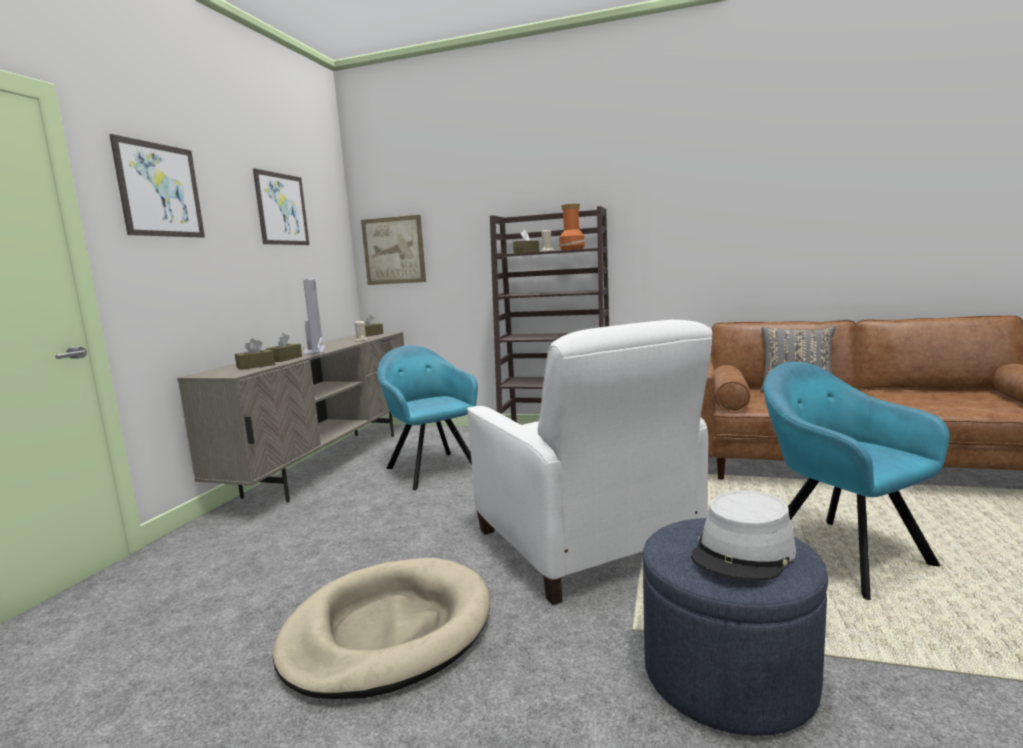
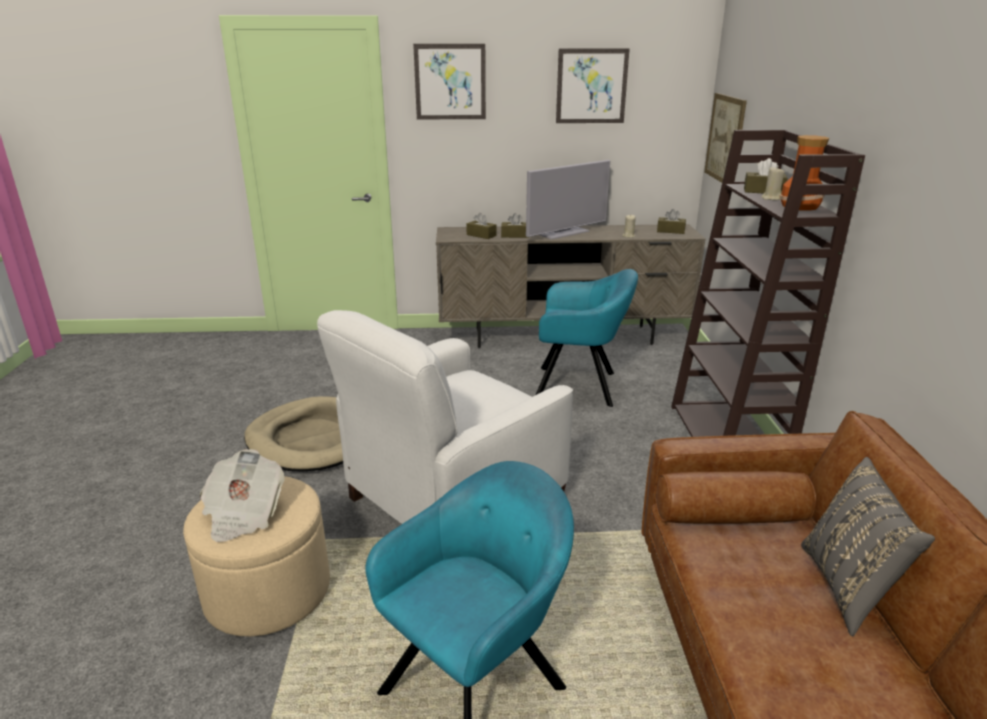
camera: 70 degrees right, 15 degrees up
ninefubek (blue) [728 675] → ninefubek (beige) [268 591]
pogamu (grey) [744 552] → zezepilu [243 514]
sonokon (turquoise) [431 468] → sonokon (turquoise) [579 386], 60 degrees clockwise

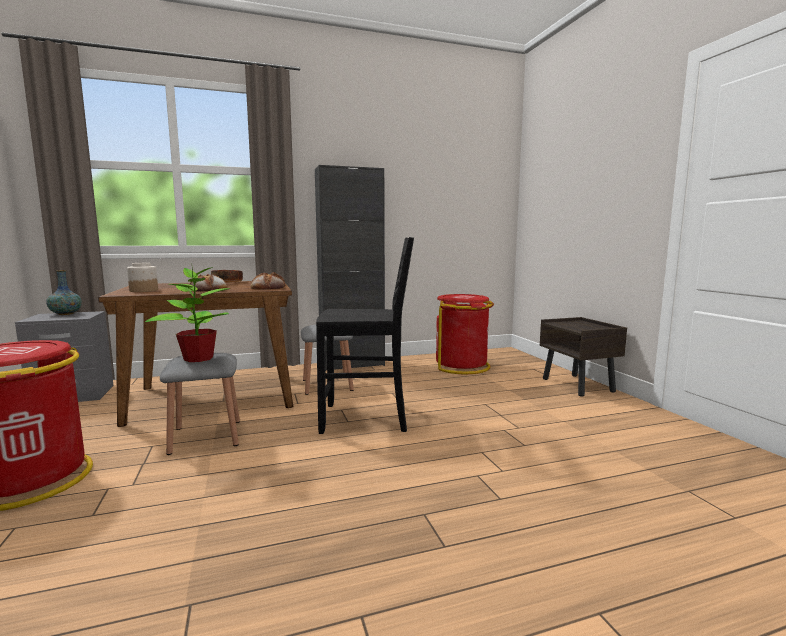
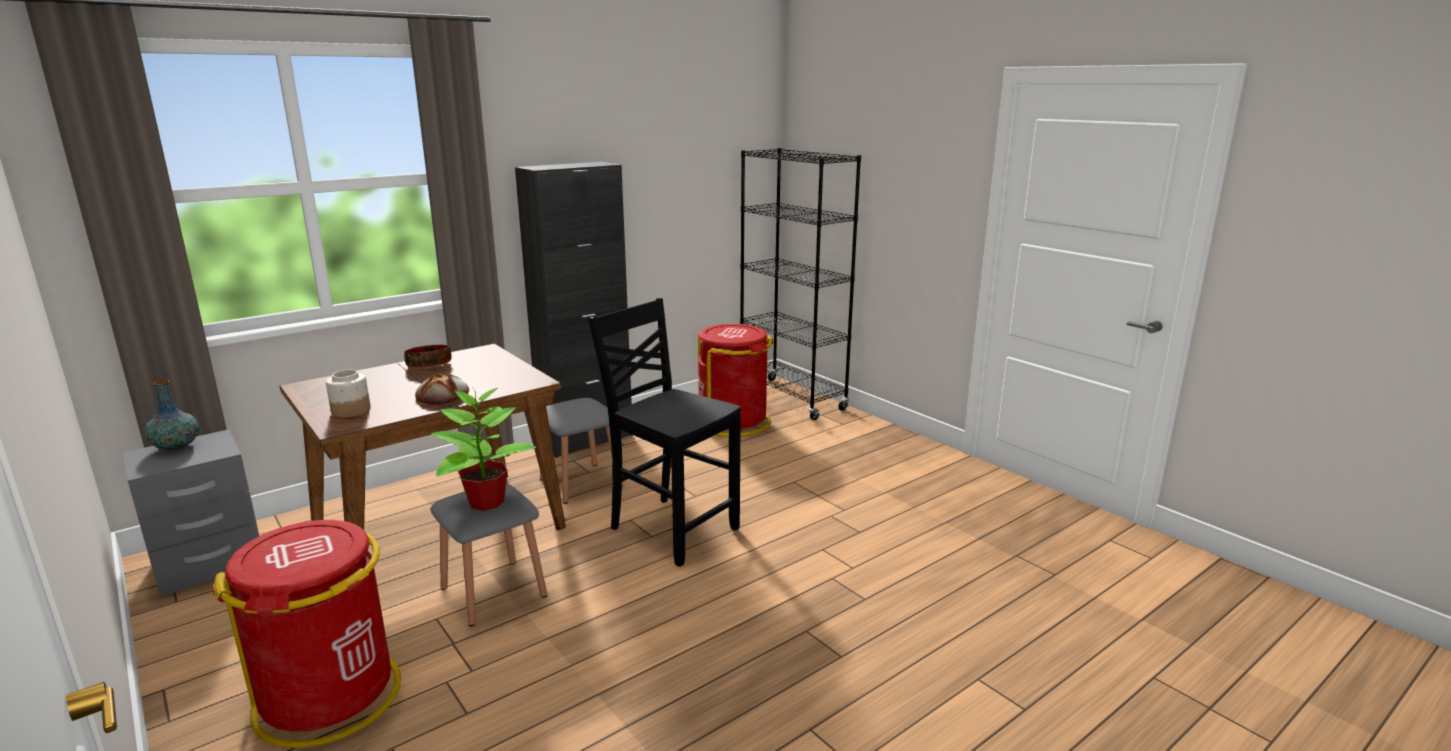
camera: 20 degrees left, 10 degrees up
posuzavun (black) [366 419] → posuzavun (black) [671 528], 120 degrees counterclockwise
- → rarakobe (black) [792 399]
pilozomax [268 287] → -
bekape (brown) [578 385] → -

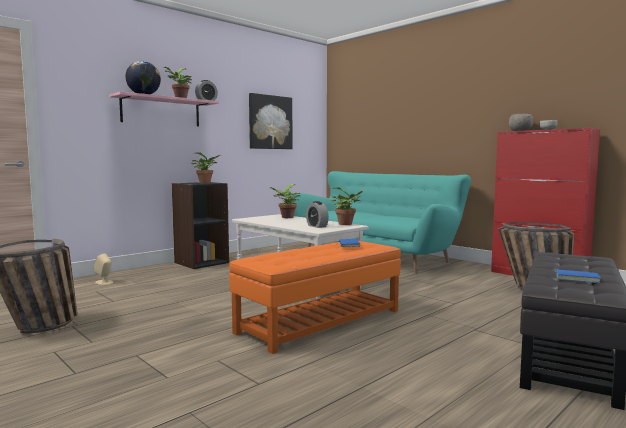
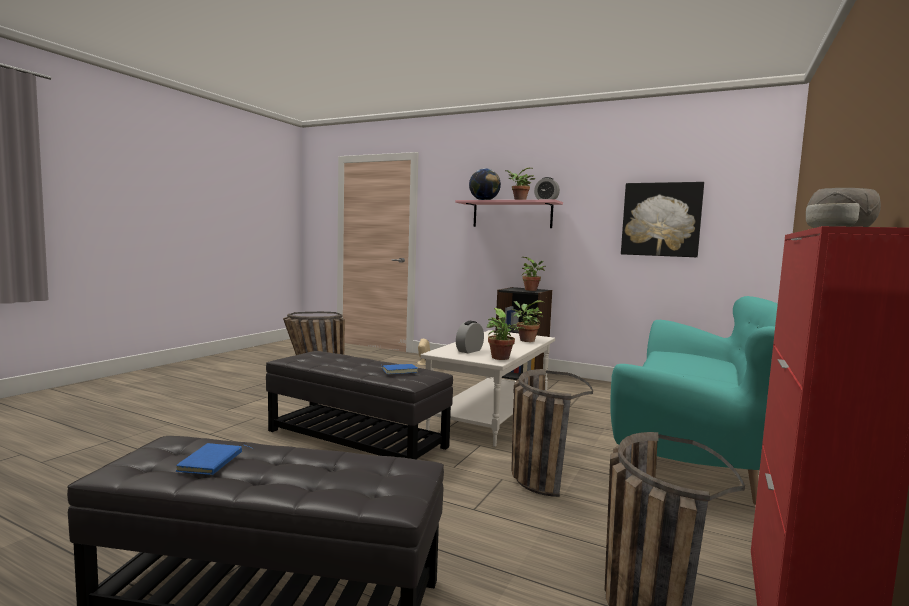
camera: 70 degrees right, 0 degrees up
ninefubek (orange) [320 321] → ninefubek (black) [357 438]
- → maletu [535 474]

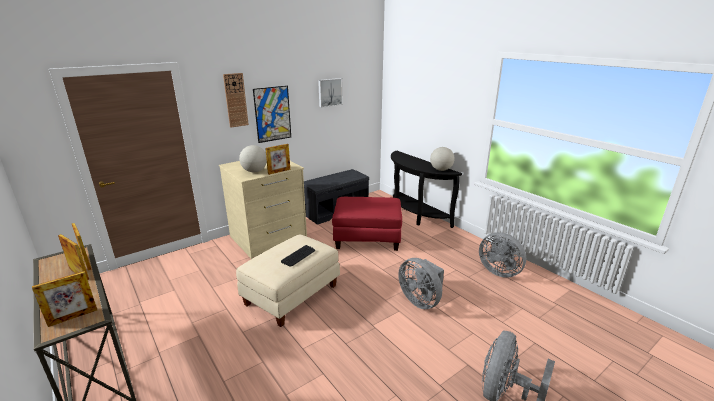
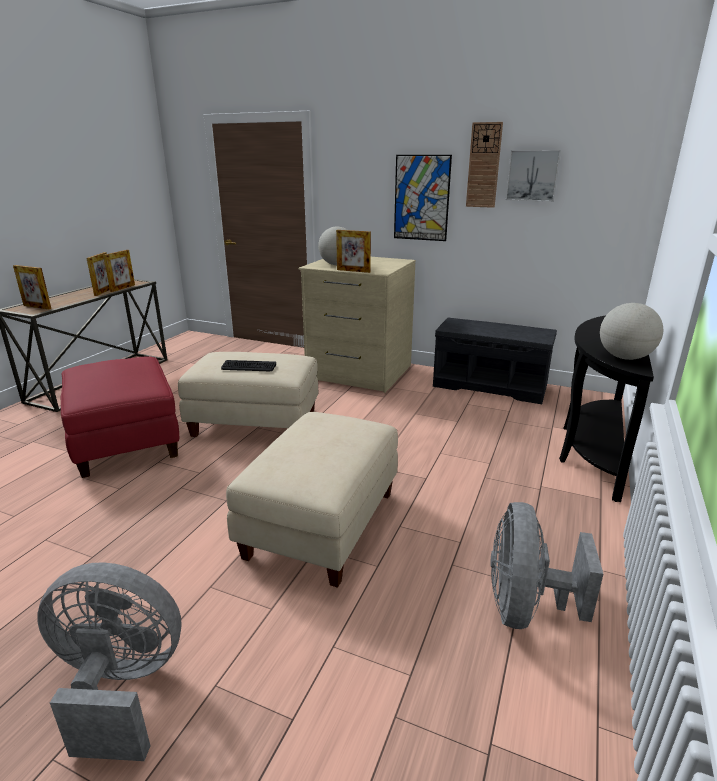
camera: 60 degrees right, 0 degrees up
ninefubek (red) [366 239] → ninefubek (red) [125 441], moved
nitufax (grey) [421 300] → ninefubek (beige) [323 524]
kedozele [235 100] → kedozele [484 165], moved

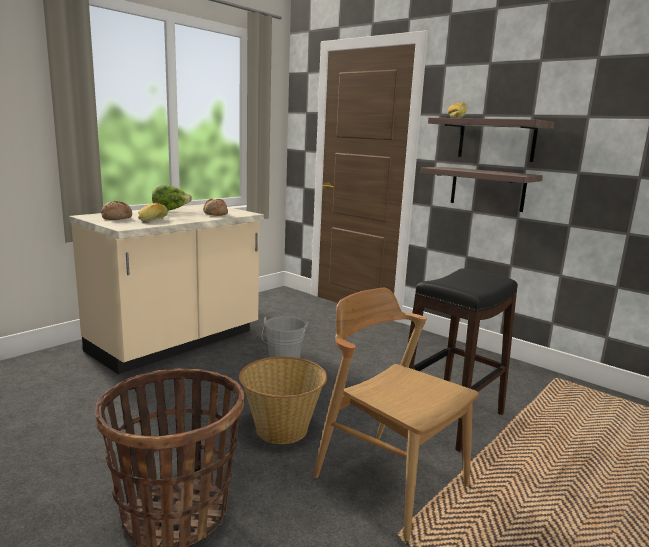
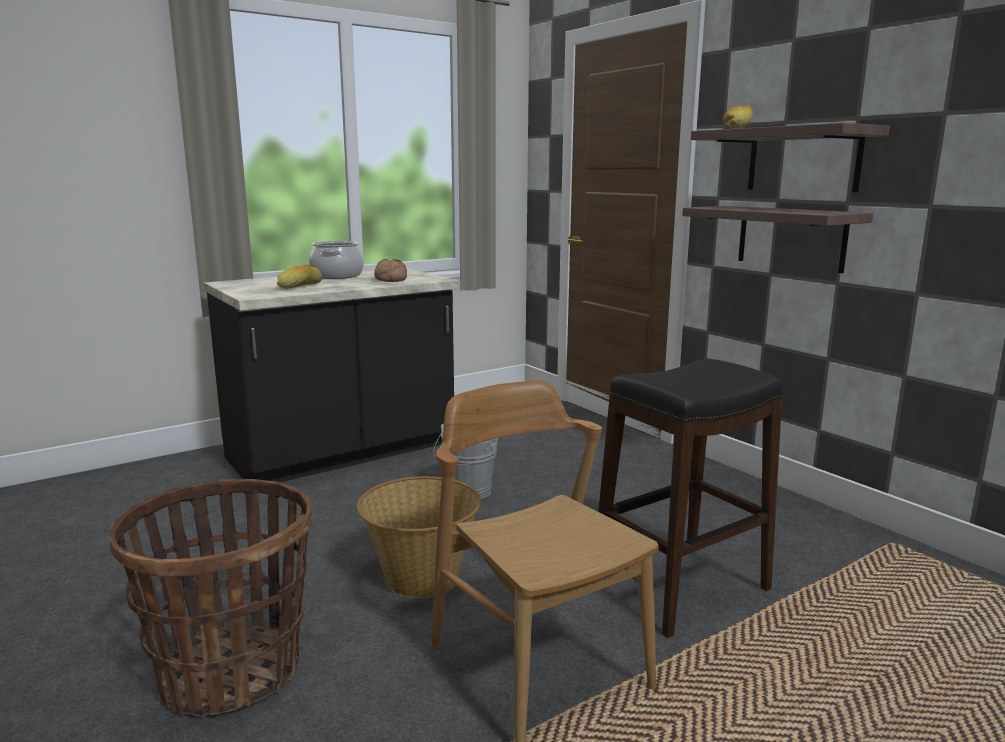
camera: 15 degrees right, 0 degrees up
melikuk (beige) [176 342] → melikuk (black) [342 454]
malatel [170 210] → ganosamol [336 276]
pilozomax [116 218] → -

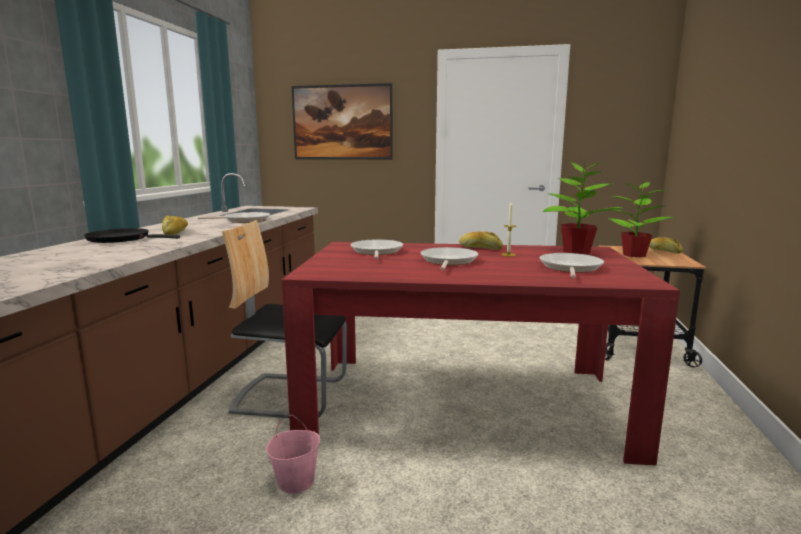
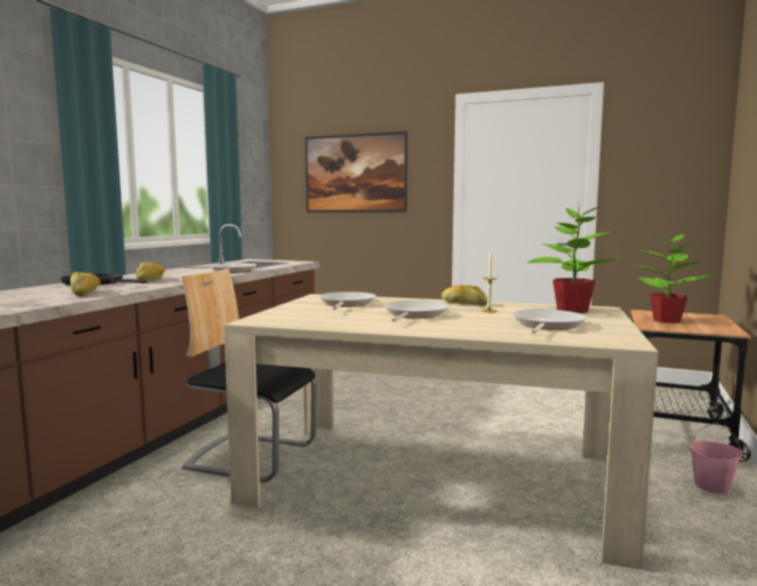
camera: 10 degrees right, 5 degrees down
pilozomax [664 251] → pilozomax [86 293], moved
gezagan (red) [464 403] → gezagan (beige) [435 480]
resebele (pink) [296 481] → resebele (pink) [712 486], moved

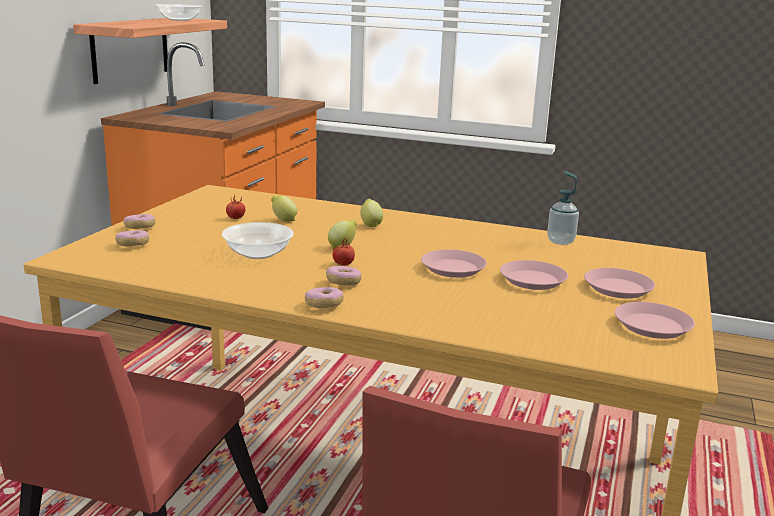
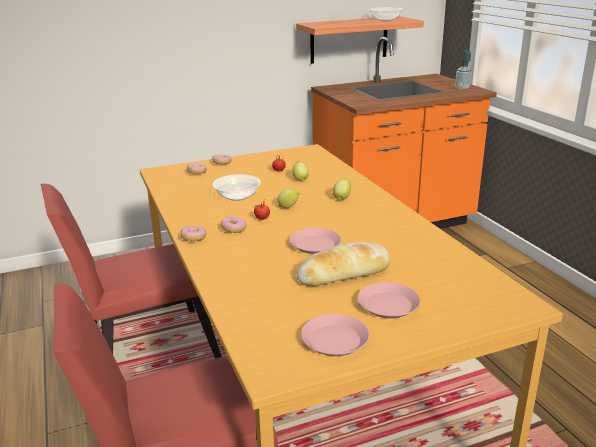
camera: 50 degrees right, 5 degrees up
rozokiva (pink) [533 280] → pilozomax [344 273]
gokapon [560 241] → gokapon [462 88], moved

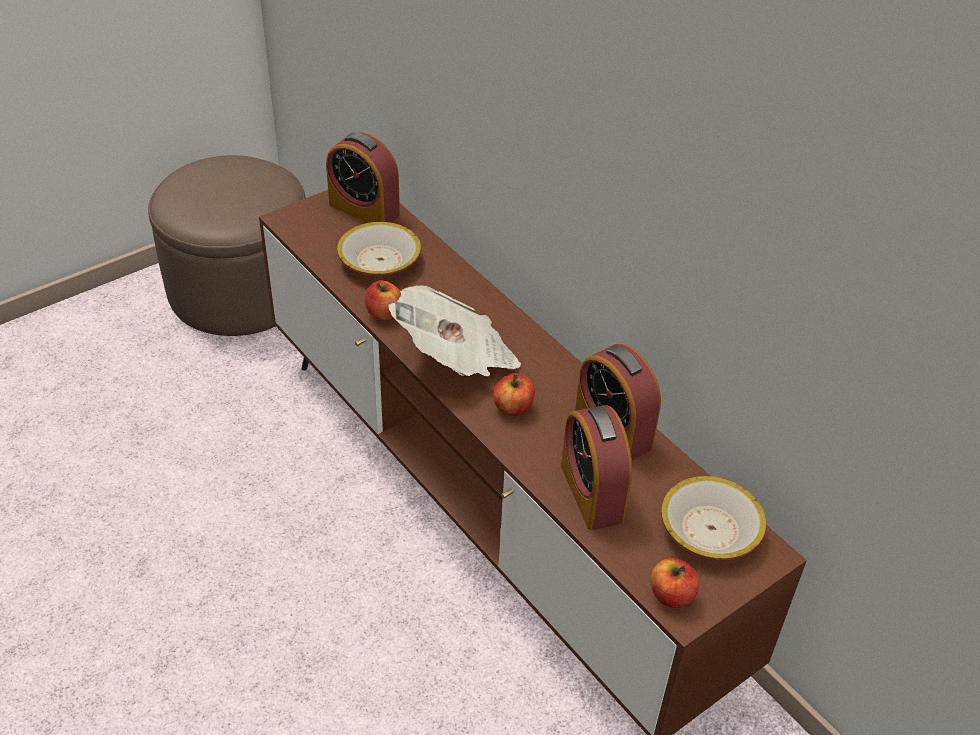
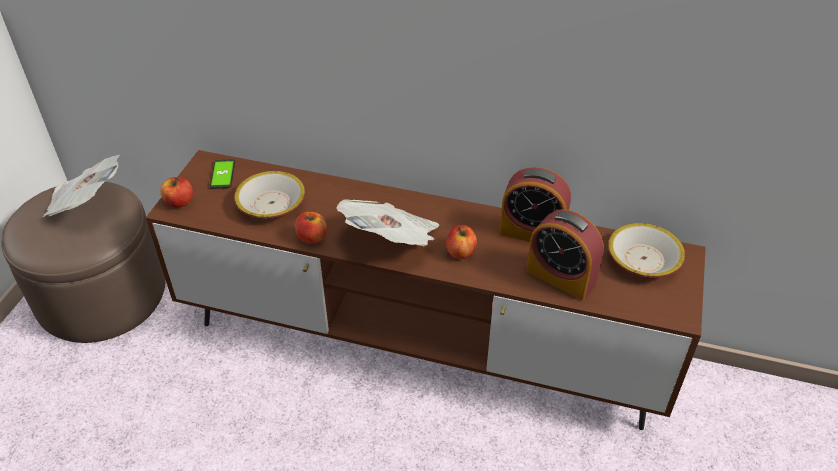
camera: 35 degrees left, 0 degrees up
- → zezepilu [87 203]
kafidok [671 595] → kafidok [179 202], moved
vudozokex [364 209] → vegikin [223 175]

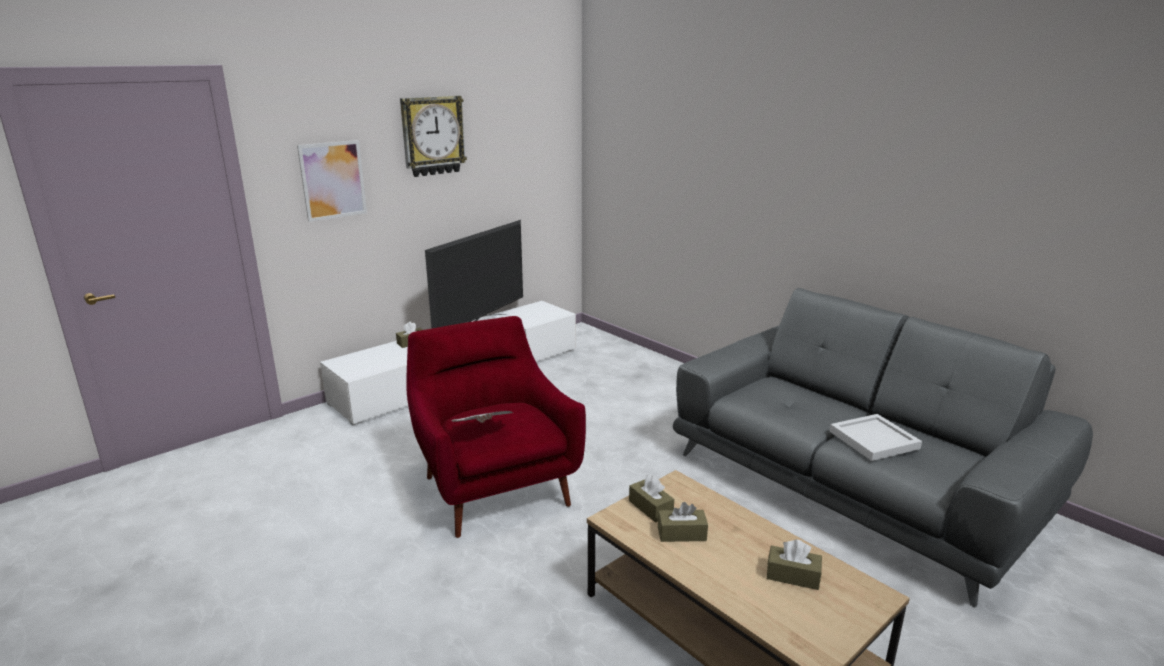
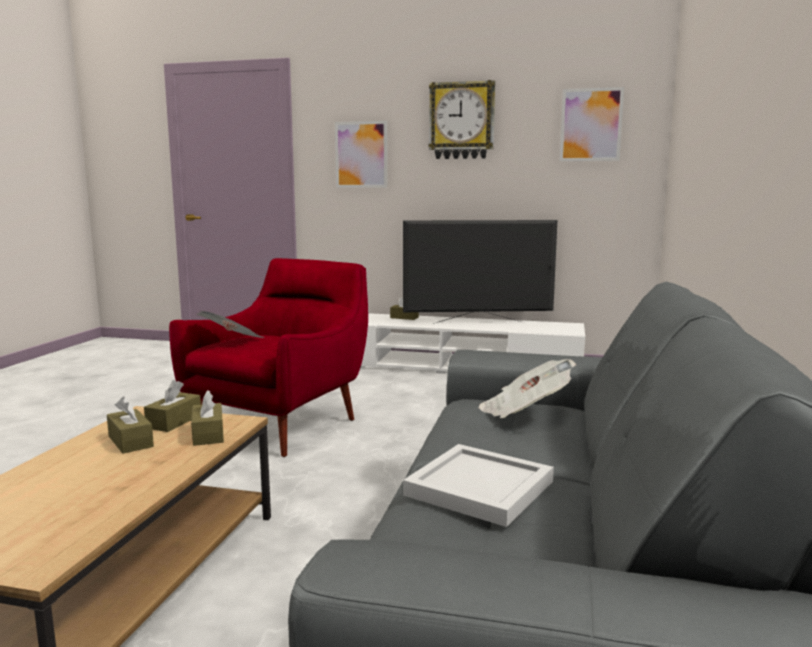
camera: 55 degrees right, 10 degrees down
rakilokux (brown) [793 576] → rakilokux (brown) [208 434], moved
- → zezepilu [524 412]
- → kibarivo [591 125]

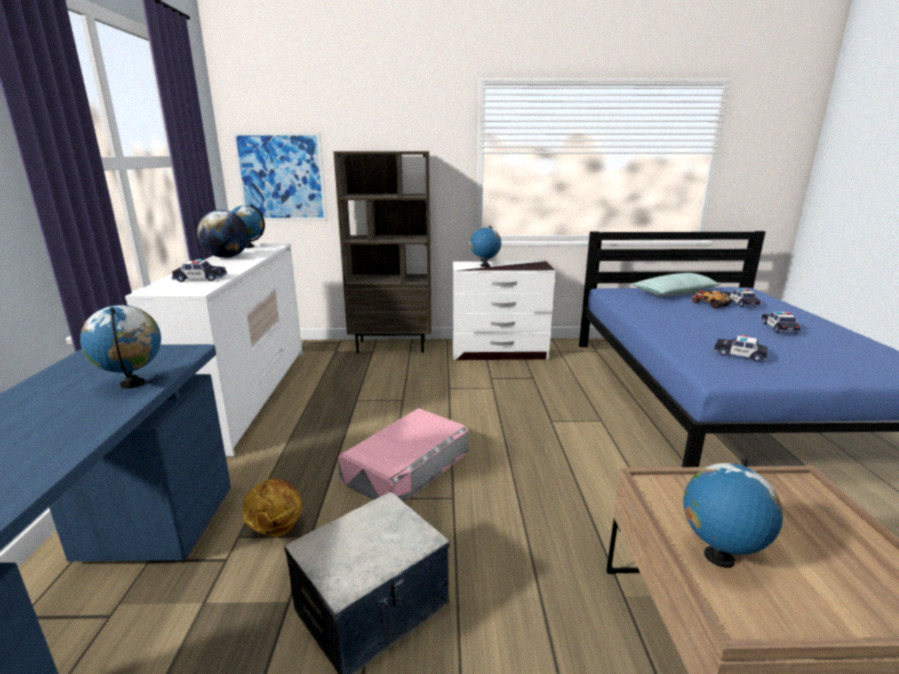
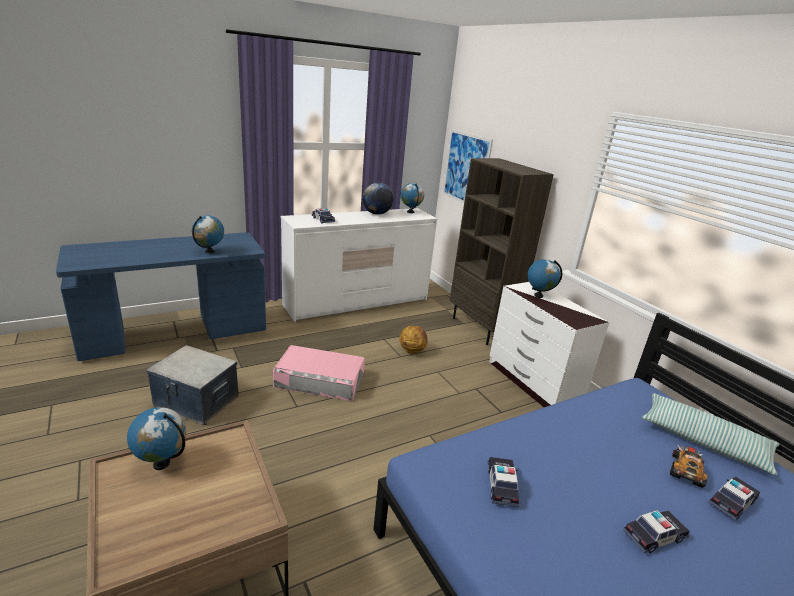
camera: 60 degrees right, 5 degrees up
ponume [276 529] → ponume [412 351], moved

